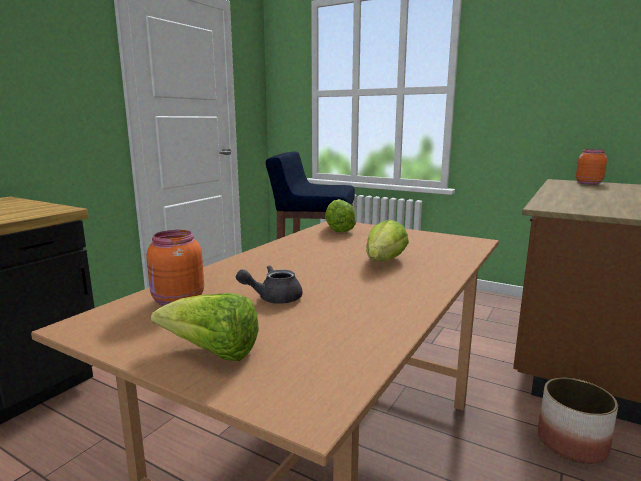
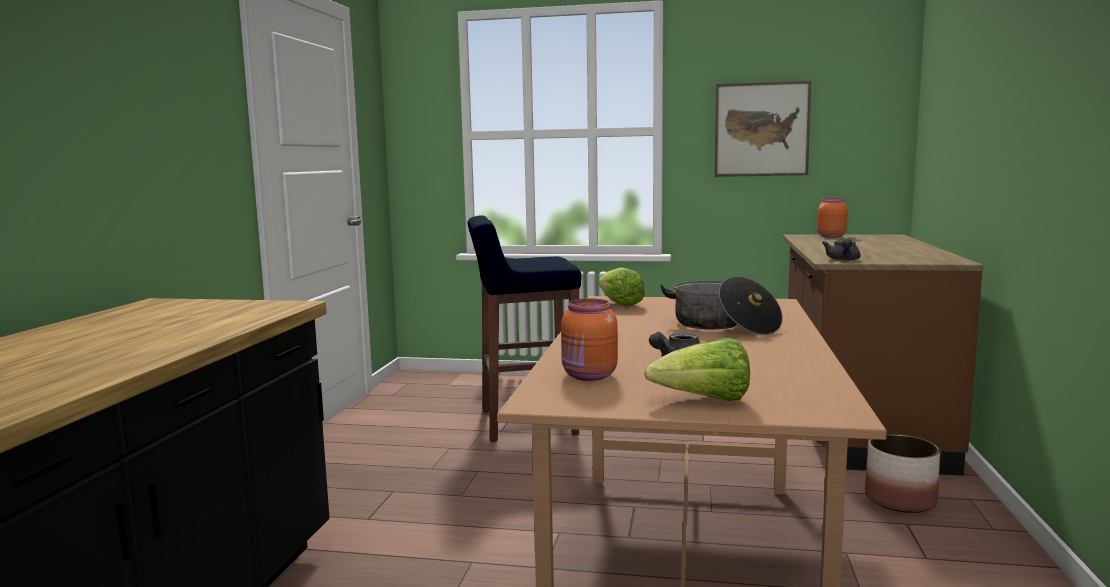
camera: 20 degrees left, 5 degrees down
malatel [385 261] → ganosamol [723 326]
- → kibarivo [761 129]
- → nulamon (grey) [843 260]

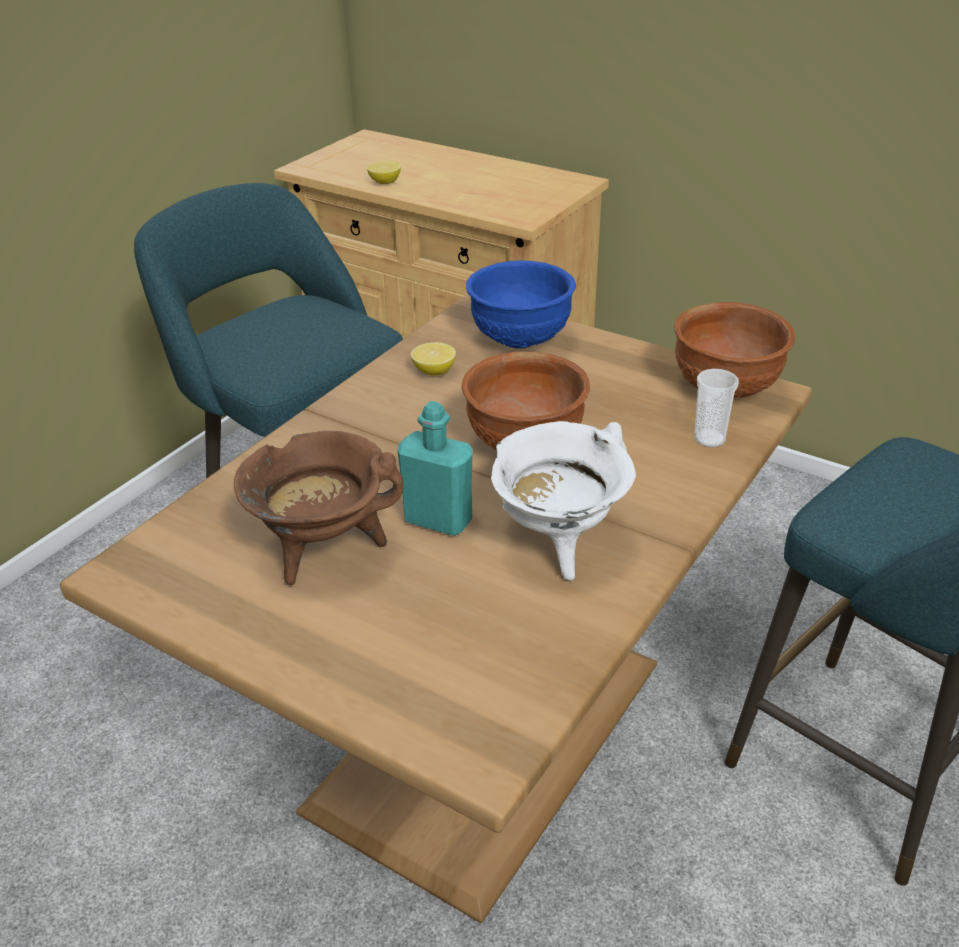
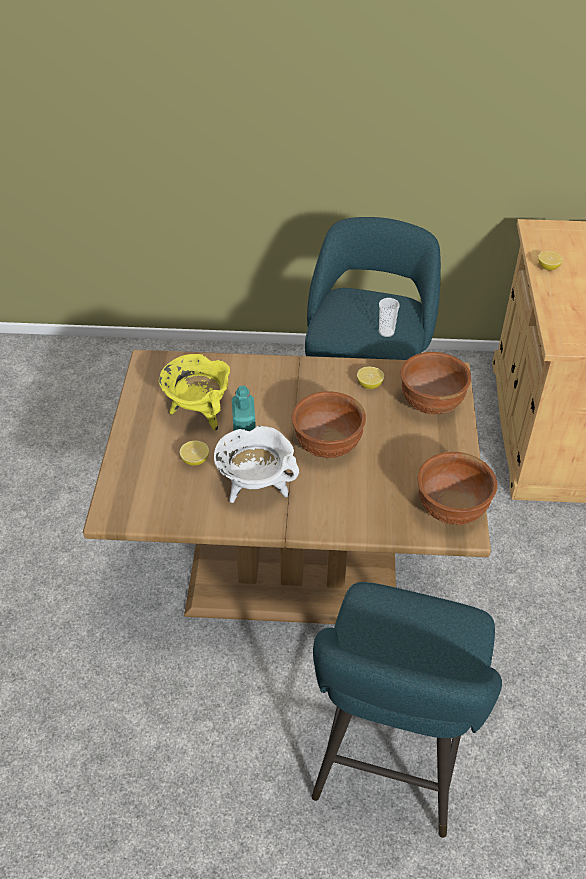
camera: 60 degrees right, 10 degrees up
ganosamol (brown) [323 550] → ganosamol (yellow) [199 413]
- → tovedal [195 460]
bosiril [709 439] → bosiril [386 332], moved
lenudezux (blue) [519 340] → lenudezux (brown) [431 403]

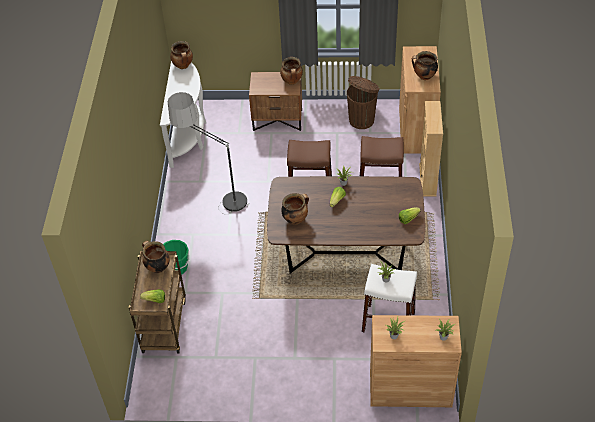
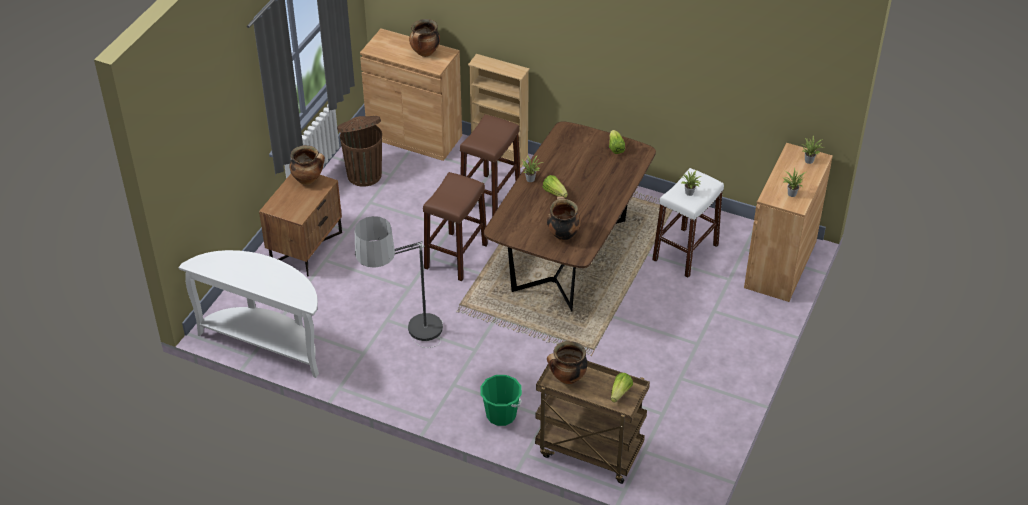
camera: 70 degrees left, 5 degrees down
ganosamol [183 66] → -

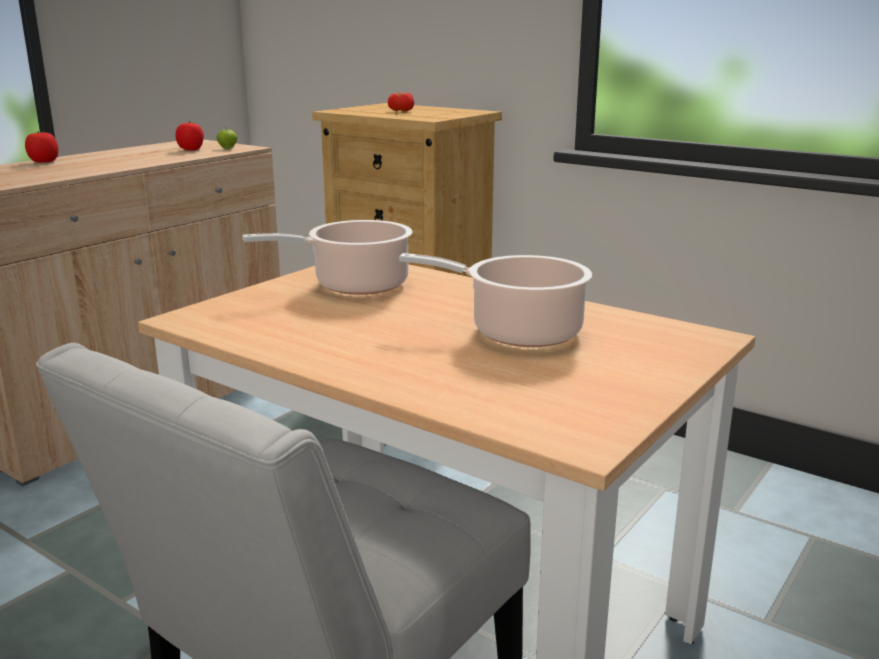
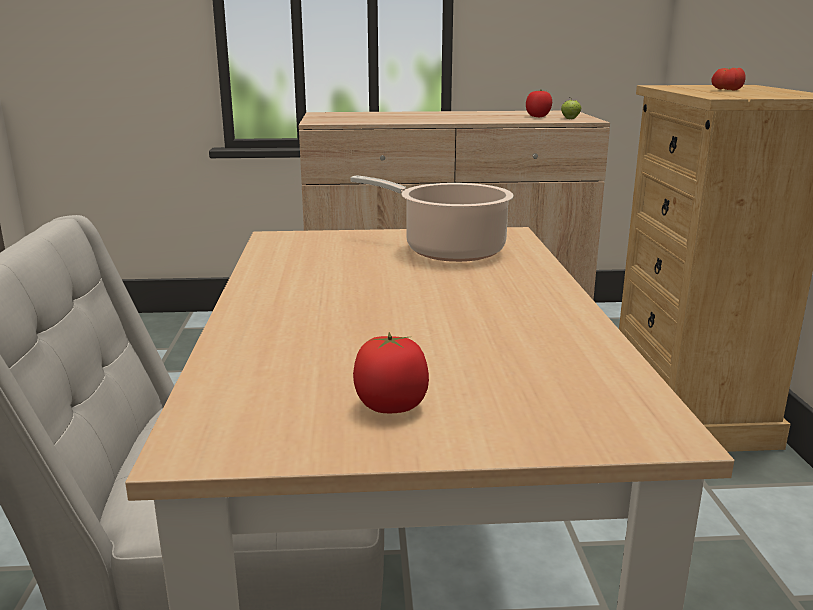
camera: 50 degrees right, 0 degrees up
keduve [44 162] → keduve [391 407], moved
ganosamol [518 332] → -

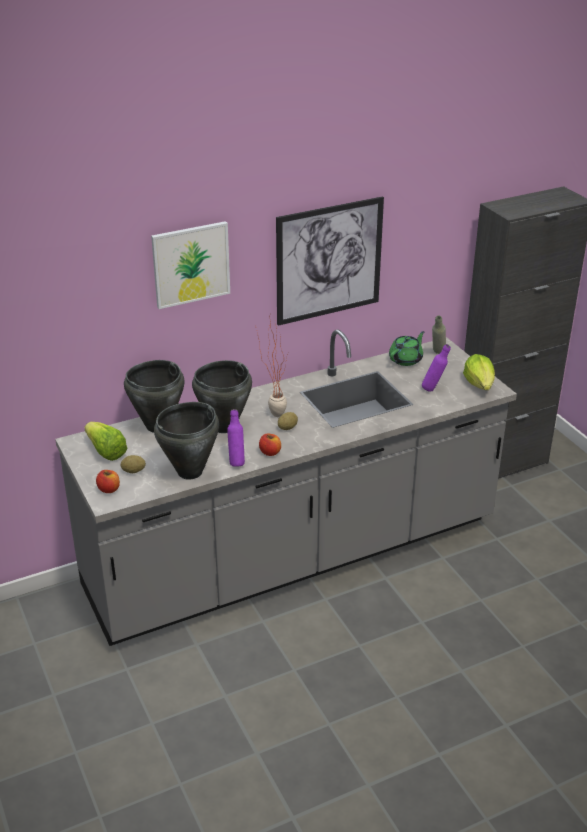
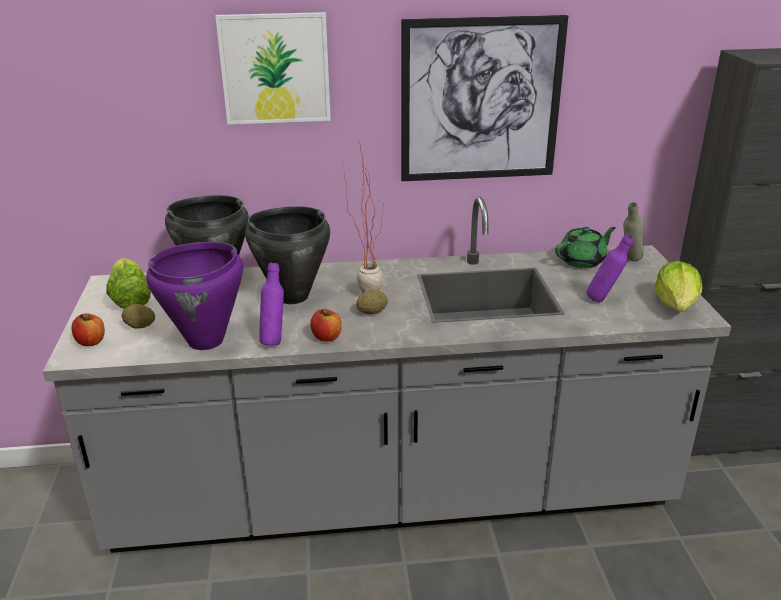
camera: 20 degrees right, 5 degrees down
ganosamol (black) [190 472] → ganosamol (purple) [206 341]

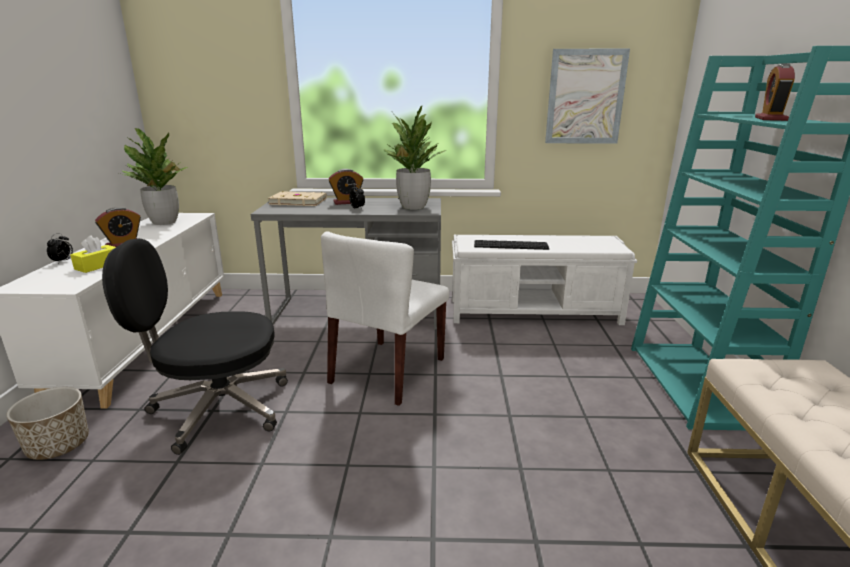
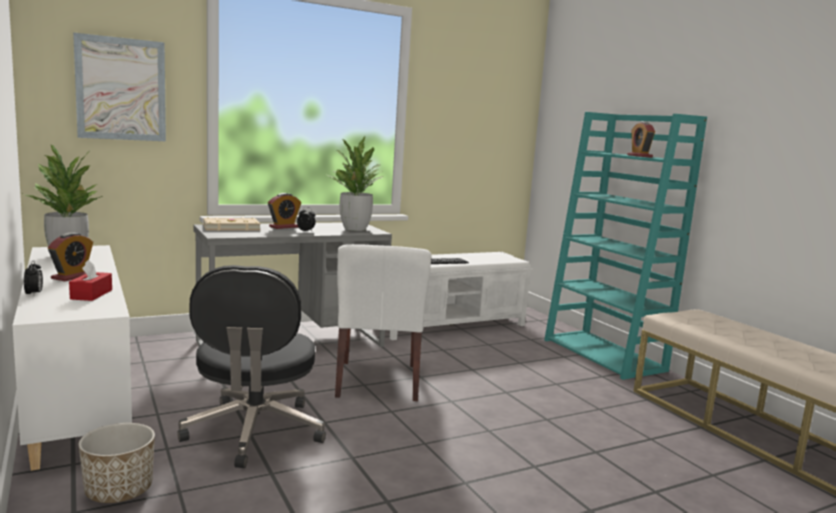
camera: 30 degrees left, 10 degrees down
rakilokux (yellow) [98 265] → rakilokux (red) [91 294]
kibarivo [585 97] → kibarivo [121 89], moved
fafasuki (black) [218 408] → fafasuki (black) [254 432], 60 degrees counterclockwise

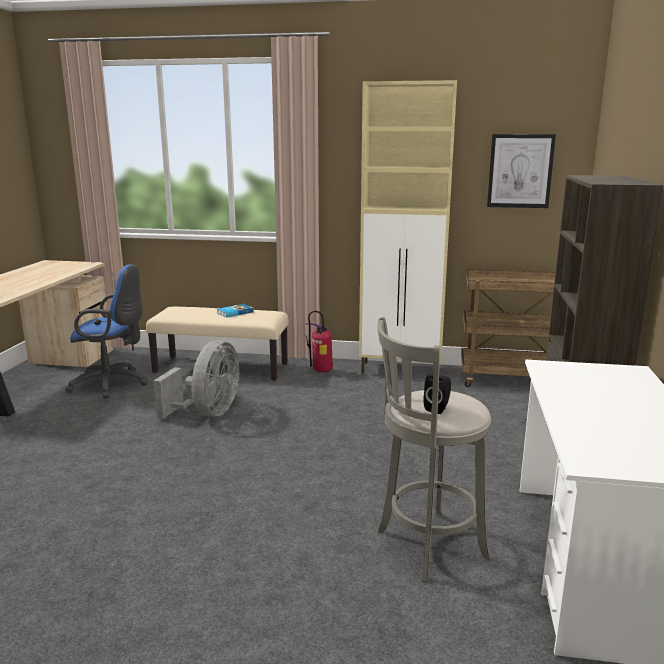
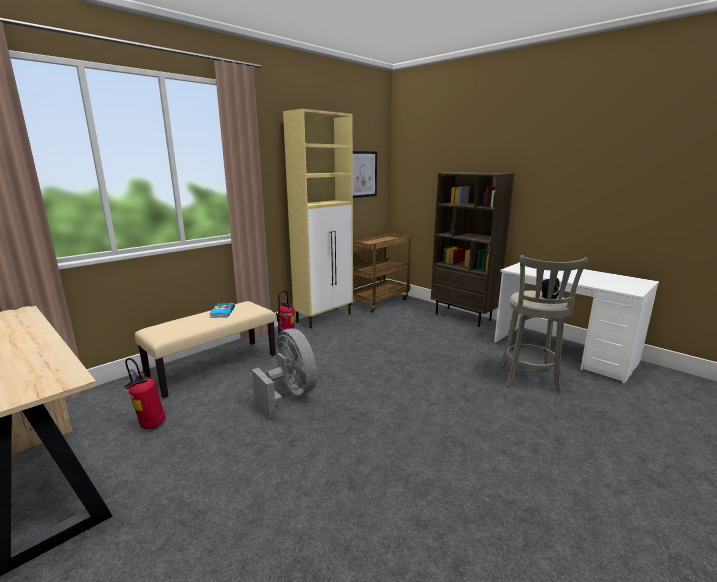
camera: 55 degrees left, 0 degrees up
fafasuki (blue) [113 384] → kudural [150 425]

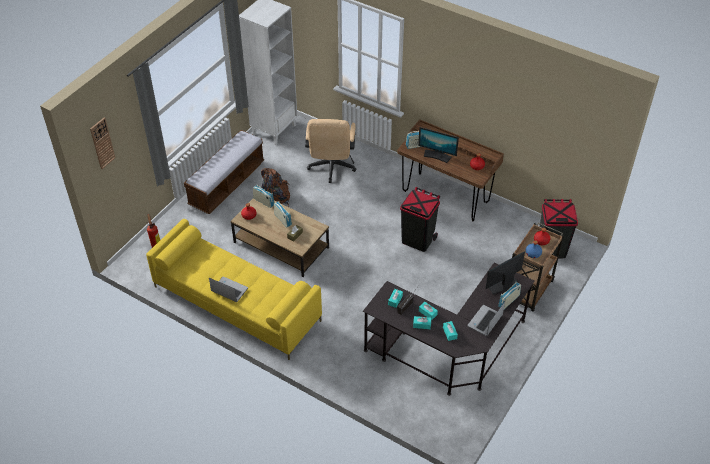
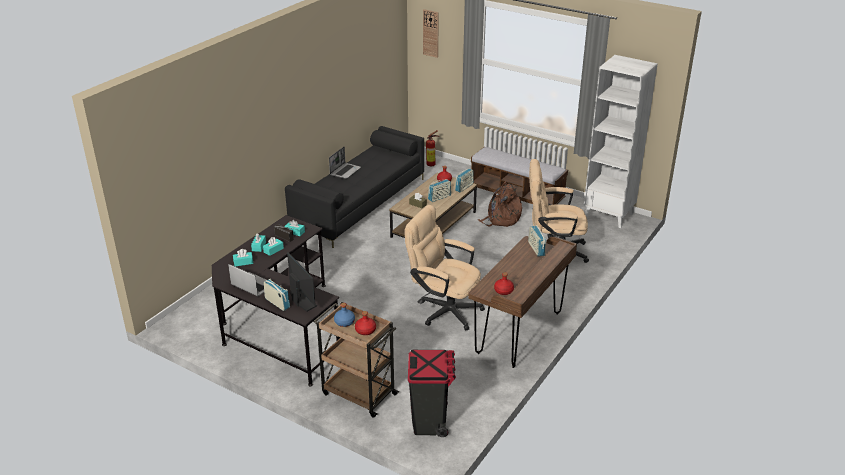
camera: 90 degrees right, 15 degrees down
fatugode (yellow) [236 304] → fatugode (black) [359 204]
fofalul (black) [417 240] → fafasuki (beige) [444 309]
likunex [437 155] → -

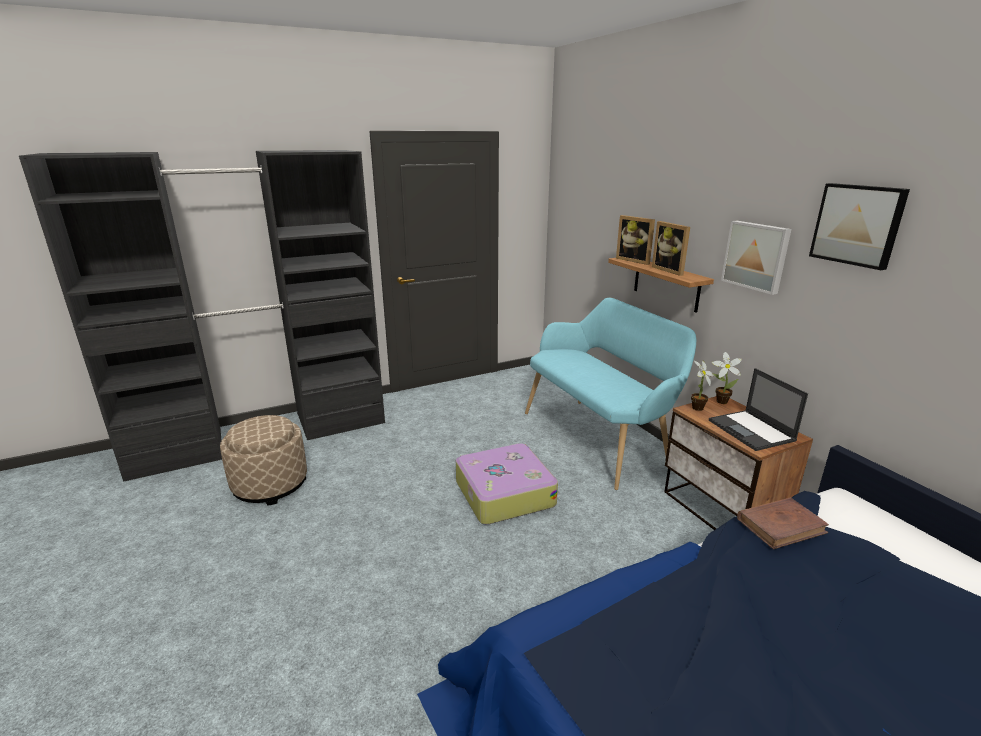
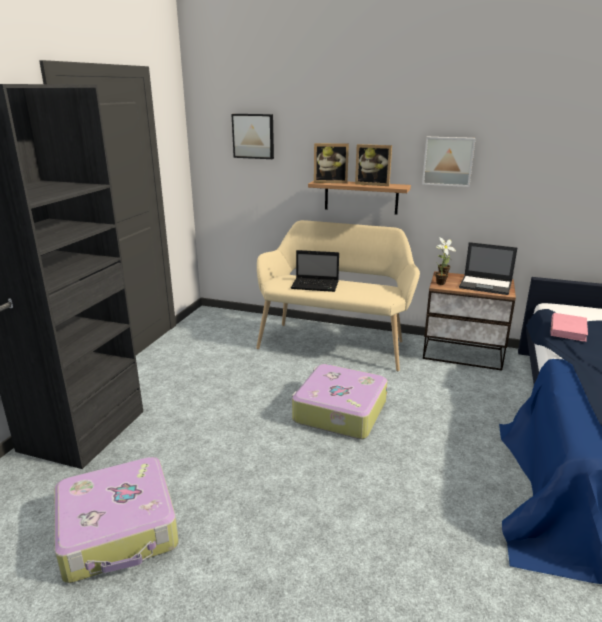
camera: 45 degrees left, 0 degrees up
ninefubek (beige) [270 485] → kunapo [119 530]
kibarivo [858 225] → kibarivo [253 136], moved
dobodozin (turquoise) [599 437] → dobodozin (beige) [334 343]
- → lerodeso [316 285]
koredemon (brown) [781 525] → koredemon (pink) [568 329]

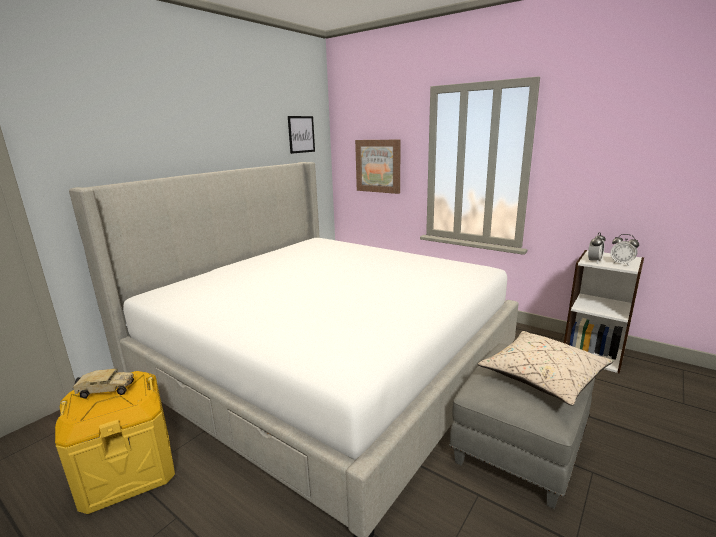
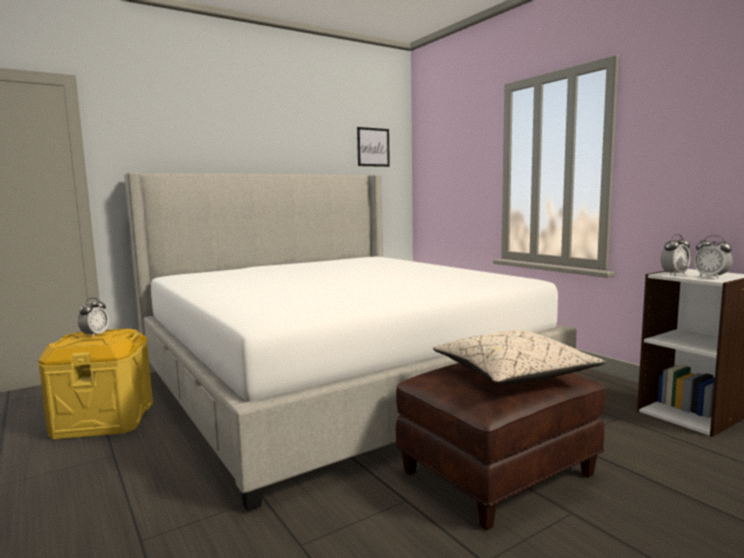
camera: 20 degrees right, 10 degrees down
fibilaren [105 391] → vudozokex [95 335]
ninefubek (grey) [519 444] → ninefubek (brown) [497 472]
kibarivo [378 166] → -

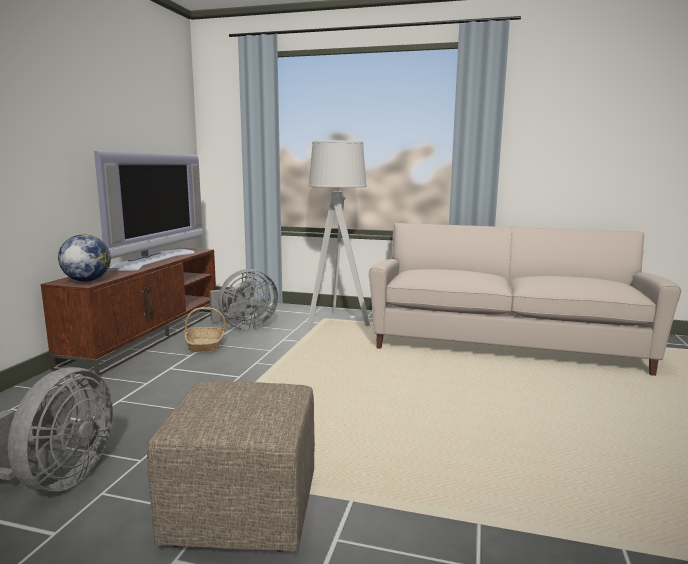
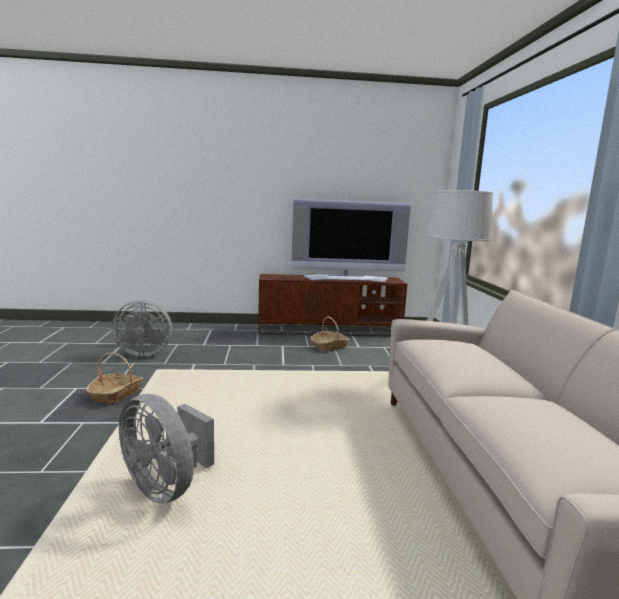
camera: 70 degrees right, 0 degrees up
ninefubek (beige) [242 509] → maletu [116 394]
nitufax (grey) [244 326] → nitufax (grey) [166 487], moved
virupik [87 281] → -

